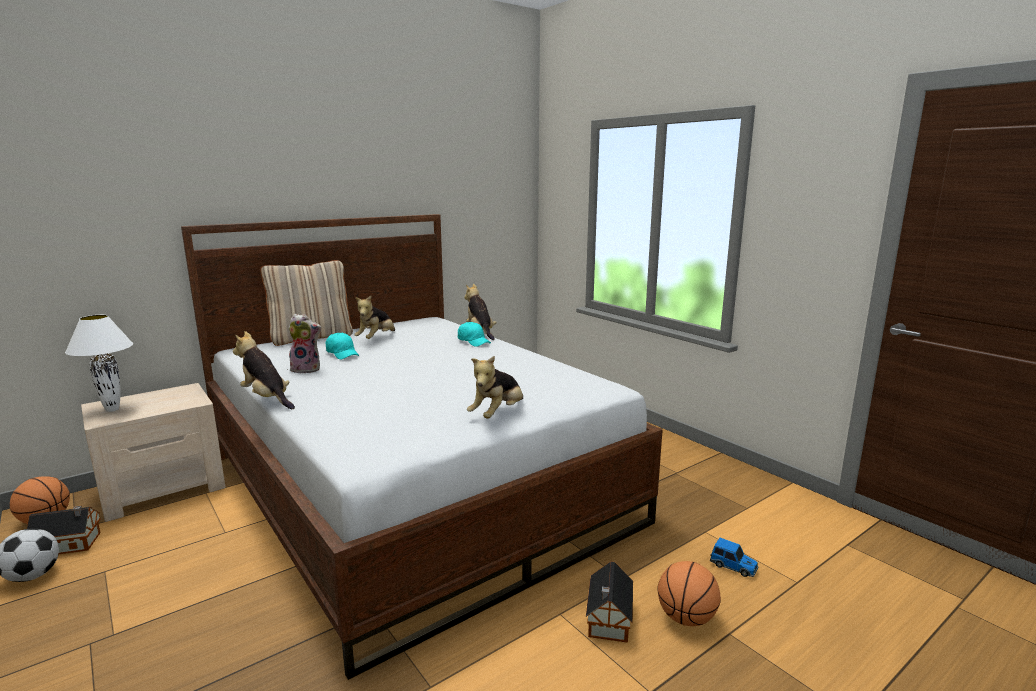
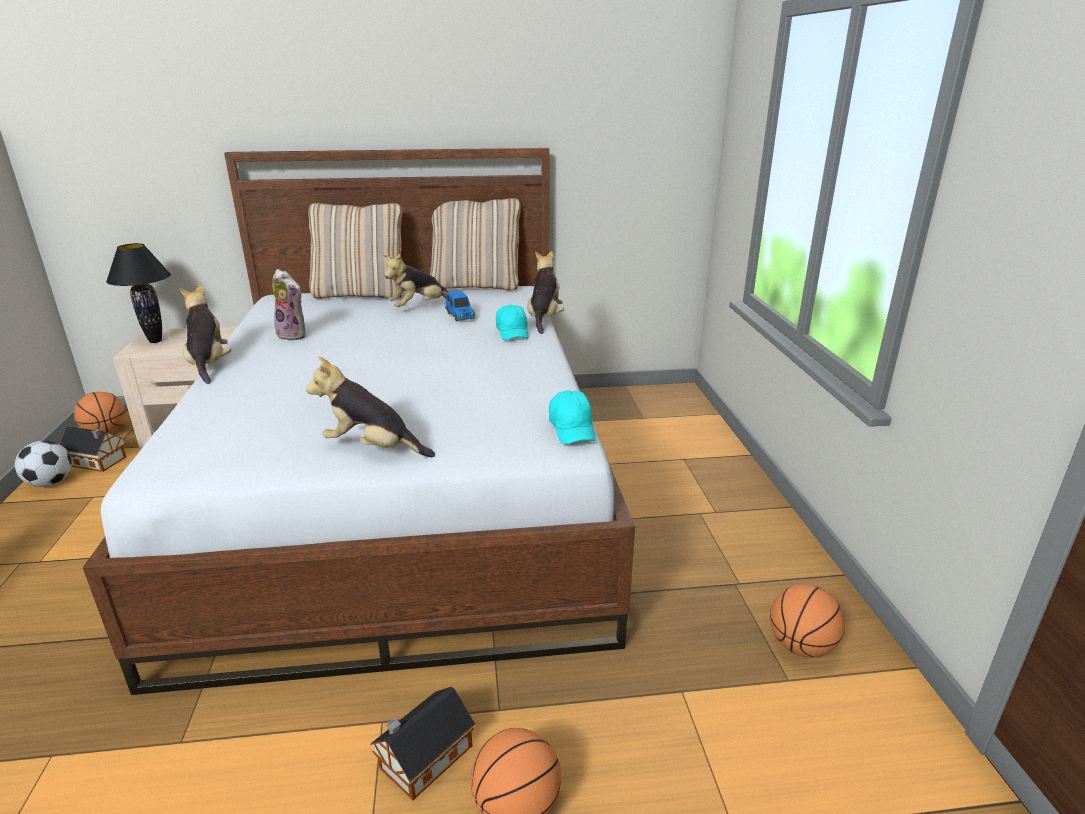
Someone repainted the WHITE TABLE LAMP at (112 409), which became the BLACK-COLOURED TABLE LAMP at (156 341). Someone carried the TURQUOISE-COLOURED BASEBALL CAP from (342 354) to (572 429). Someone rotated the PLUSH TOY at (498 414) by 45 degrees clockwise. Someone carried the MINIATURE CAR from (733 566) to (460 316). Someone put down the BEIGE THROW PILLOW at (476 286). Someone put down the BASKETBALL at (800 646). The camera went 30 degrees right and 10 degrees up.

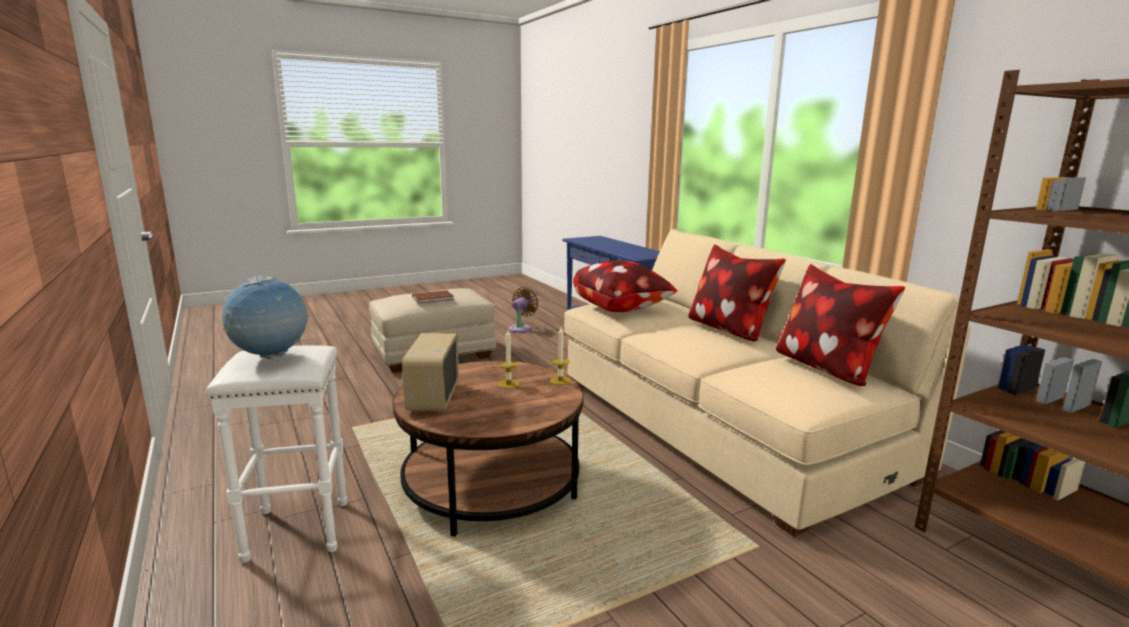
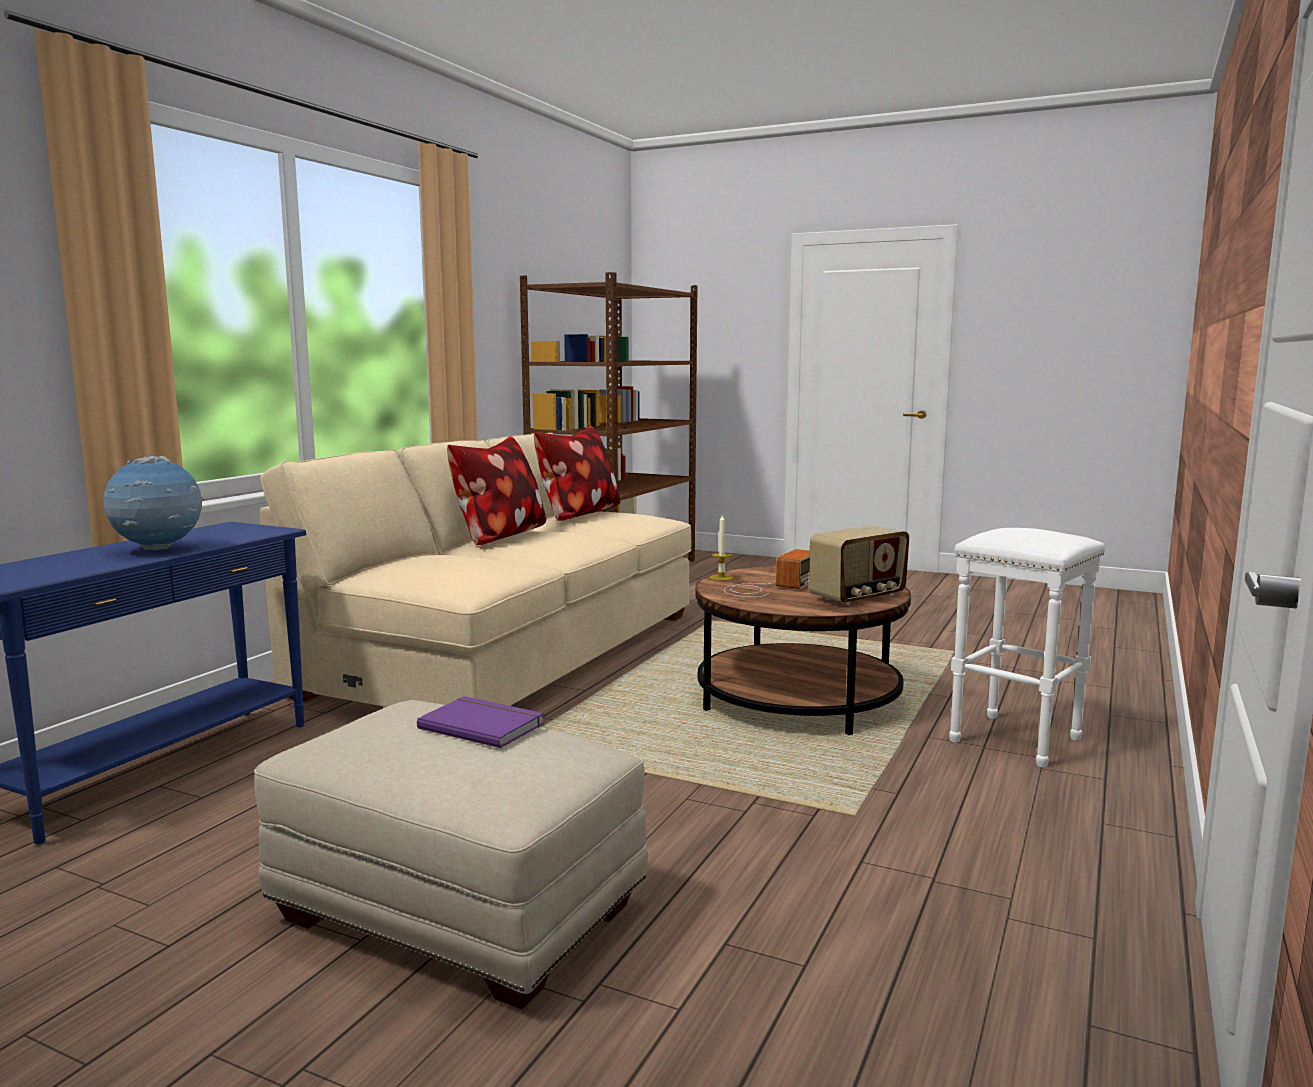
Someone carried the WORLD GLOBE from (271 357) to (158 550). Someone repainted the BROWN-COLOURED VOLUME at (433 298), which became the PURPLE-COLOURED VOLUME at (483 725). Someone swapped the WAX CANDLE at (508 384) for the RADIO RECEIVER at (769 587). Someone took away the BROWN-COLOURED FAN at (521 328). Someone took away the THROW PILLOW at (621 308). The camera went 125 degrees left and 5 degrees down.

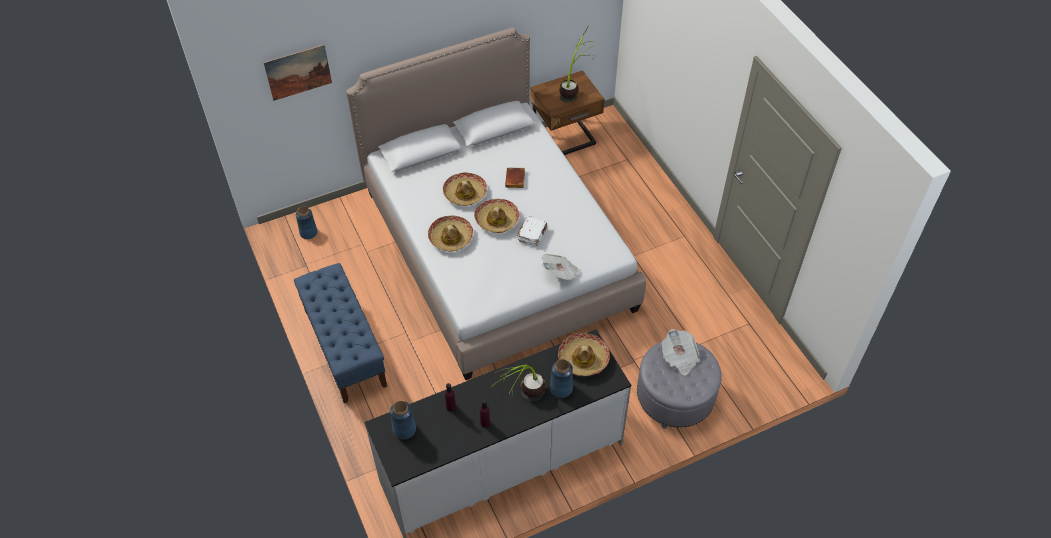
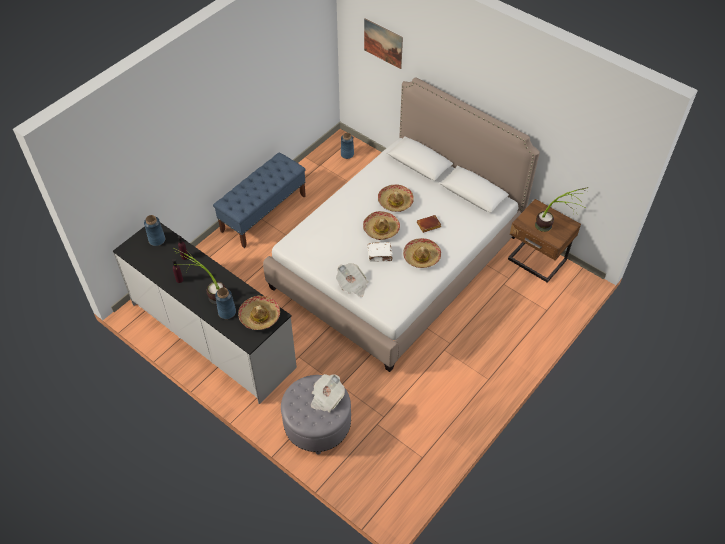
Someone carried the WEARABLE HAT from (451 237) to (421 257). The camera went 65 degrees right and 0 degrees up.

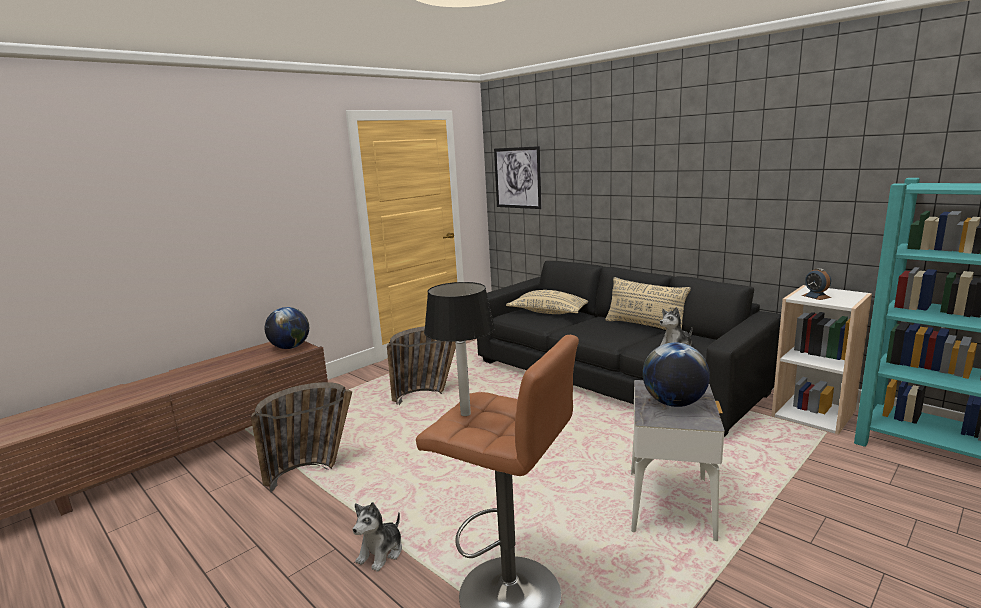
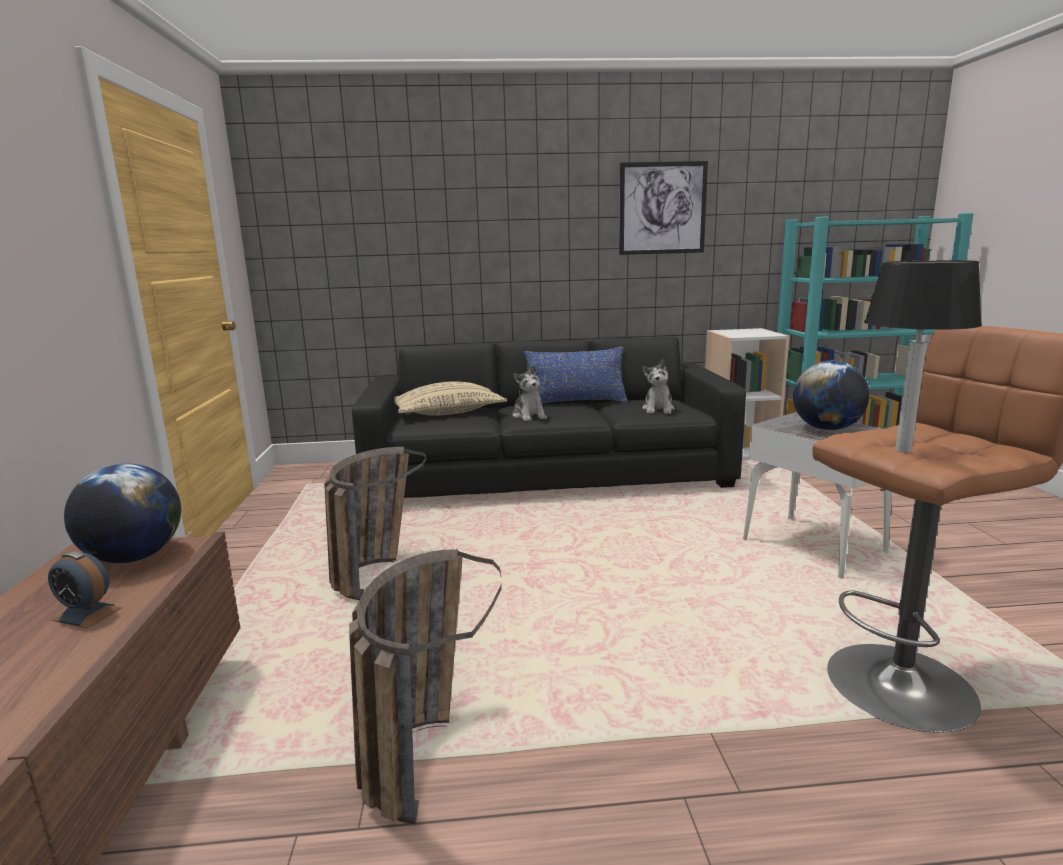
Someone carried the PLUSH TOY from (381 553) to (529 416). Someone carried the WALL PICTURE from (517 178) to (662 208). Someone repainted the BEIGE THROW PILLOW at (645 326), which became the BLUISH THROW PILLOW at (576 403). Someone carried the ALARM CLOCK from (816 296) to (87 614). The camera went 50 degrees left and 0 degrees up.

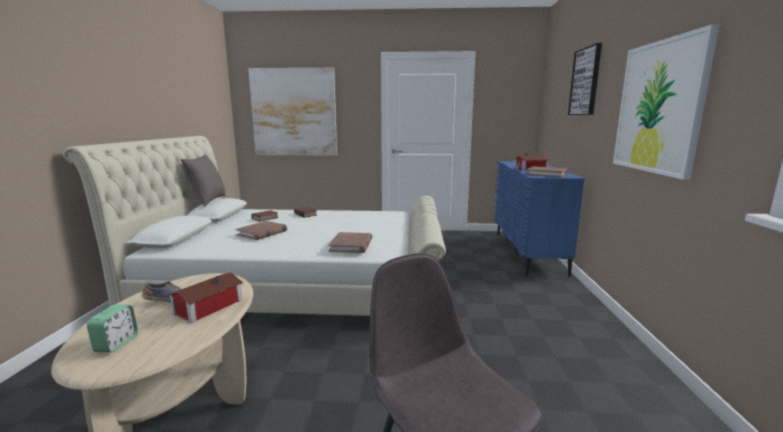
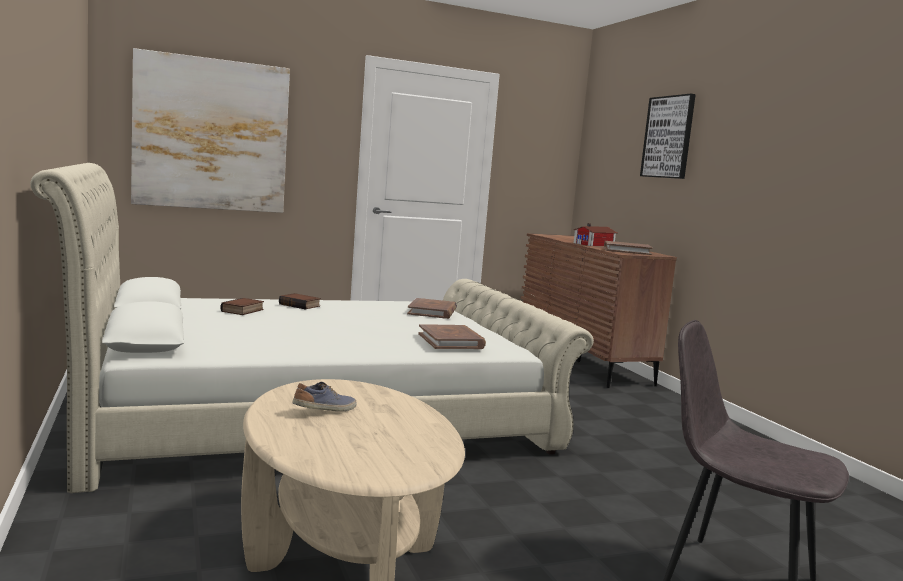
Someone took away the ALARM CLOCK at (116 344). Someone took away the MODEL HOUSE at (206 306). Someone took away the GRAY THROW PILLOW at (207 201). Someone carried the BROWN-COLOURED VOLUME from (262 233) to (432 312). Someone repainted the BLUISH DRAWER CHEST at (526 253), which became the BROWN-COLOURED DRAWER CHEST at (582 362). Someone took away the WALL PICTURE at (659 107). The camera went 25 degrees left and 5 degrees down.

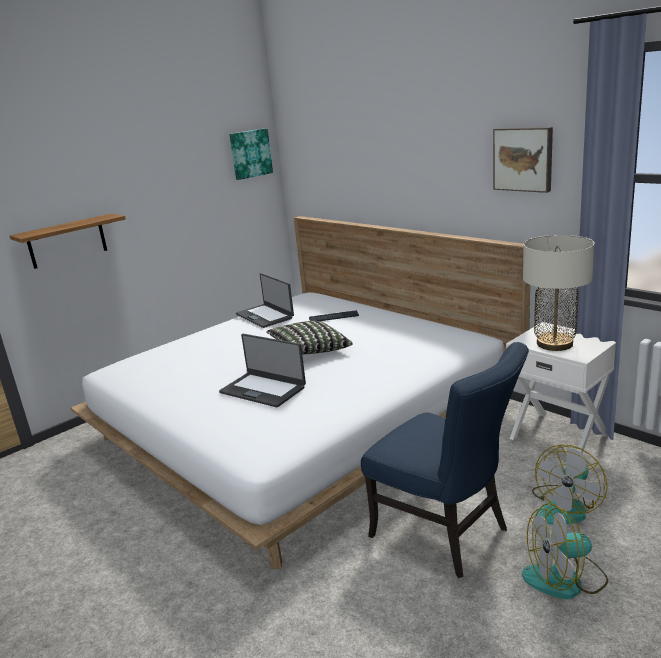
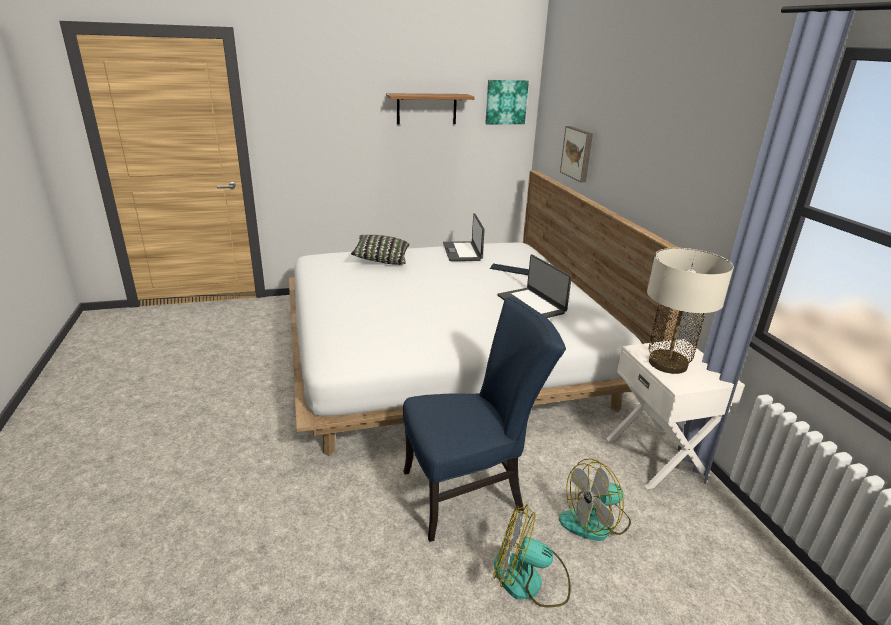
Someone carried the SHELF from (67 241) to (426 109). Someone carried the LAPTOP from (263 389) to (531 304). Someone carried the THROW PILLOW from (309 351) to (381 259). Someone rotated the BLUISH UPRIGHT CHAIR at (446 534) by 90 degrees counterclockwise. Someone carried the WALL PICTURE from (523 159) to (578 153). The camera went 25 degrees right and 5 degrees up.

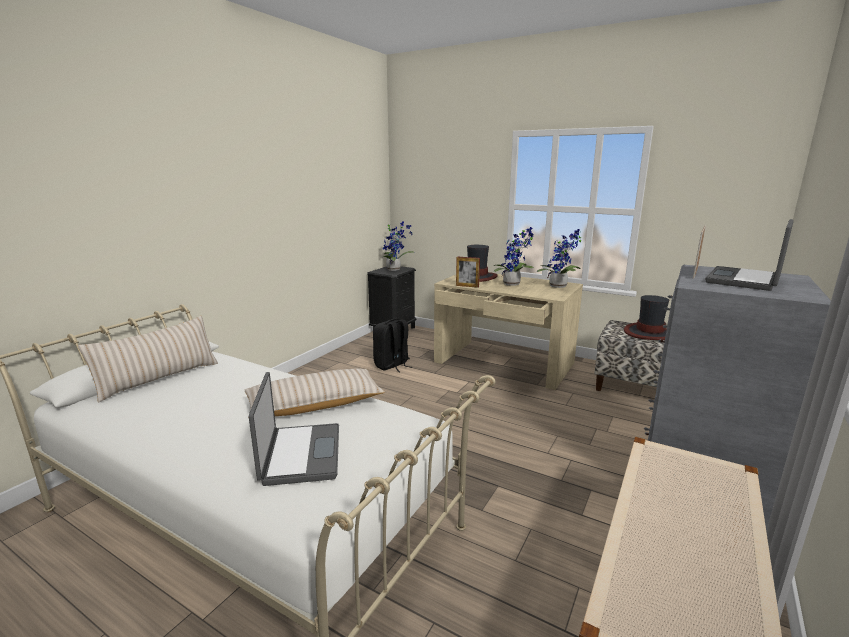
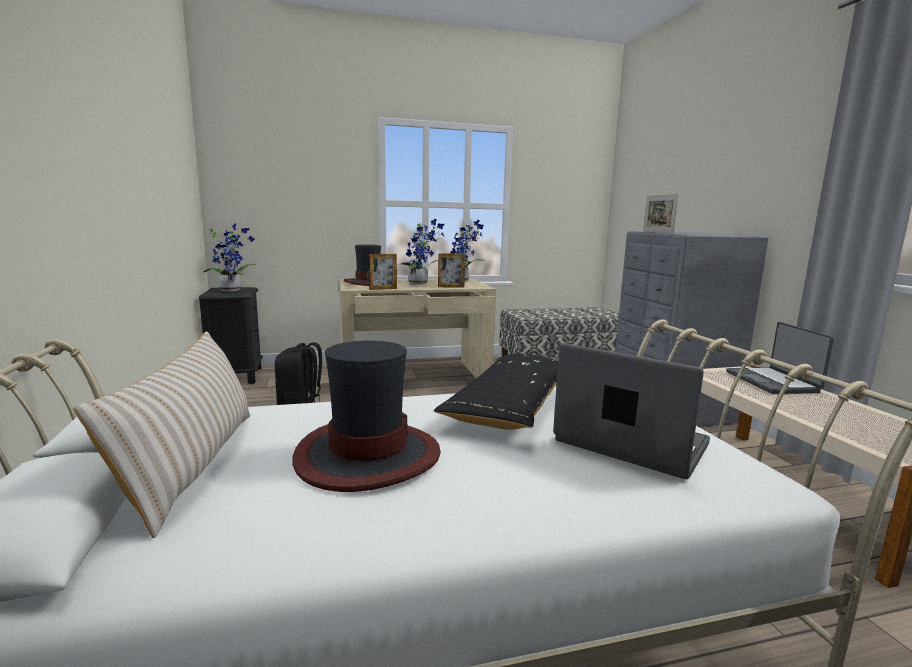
Someone repainted the BEIGE THROW PILLOW at (315 404), which became the BLACK-COLOURED THROW PILLOW at (510 407). Someone carried the WEARABLE HAT from (649 333) to (367 456). Someone carried the LAPTOP from (745 280) to (773 382). Someone put down the PHOTO FRAME at (451 287). The camera went 45 degrees left and 5 degrees down.

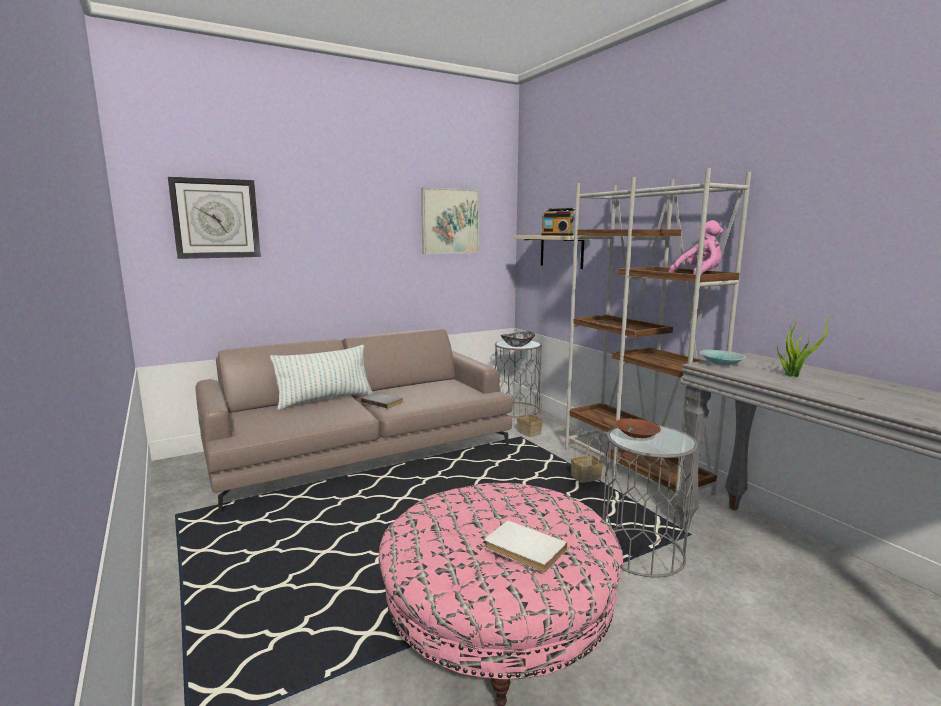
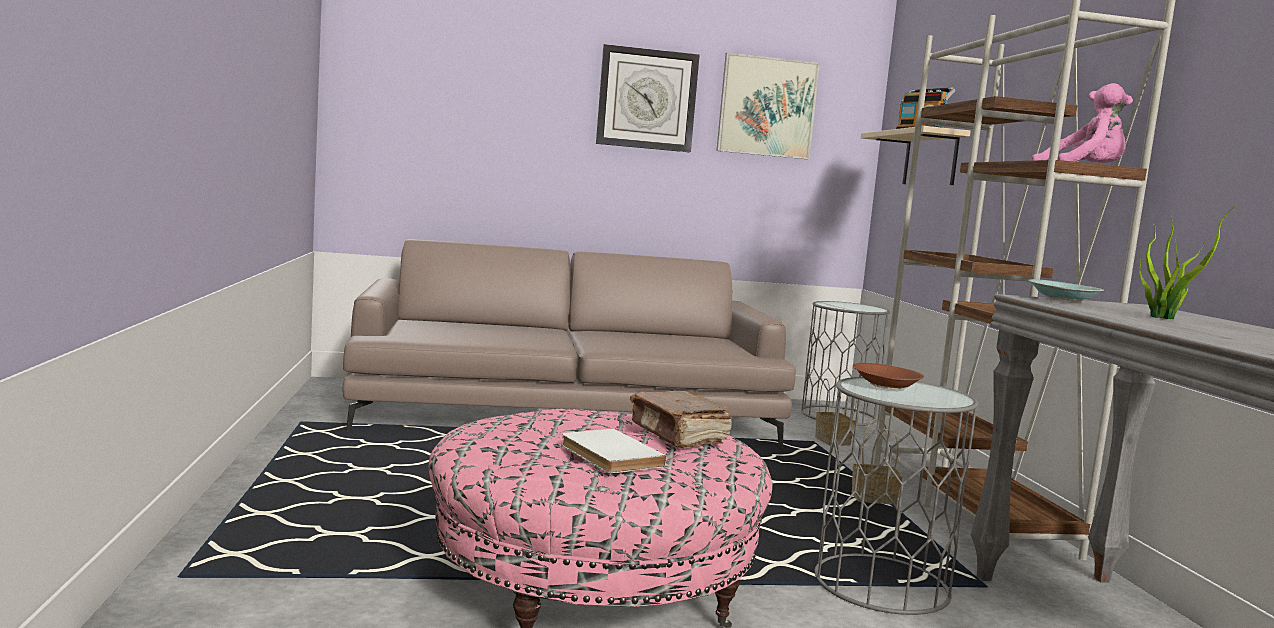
Someone carried the CLOCK ON THE WALL from (216 218) to (647 99). Someone took away the THROW PILLOW at (325 400). Someone took away the GRAY VOLUME at (383 401). Someone took away the SERVING BOWL at (517 345). Someone put down the BROWN-COLOURED VOLUME at (678 435). The camera went 20 degrees right and 5 degrees down.

